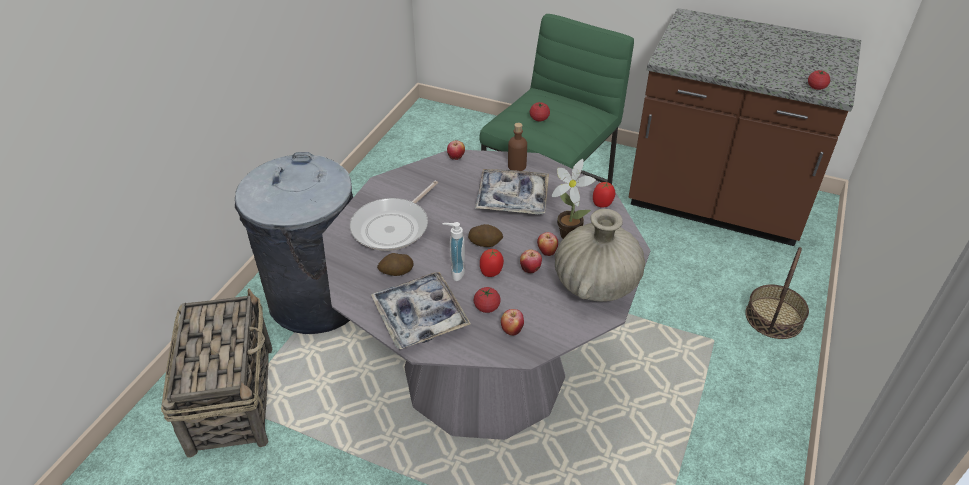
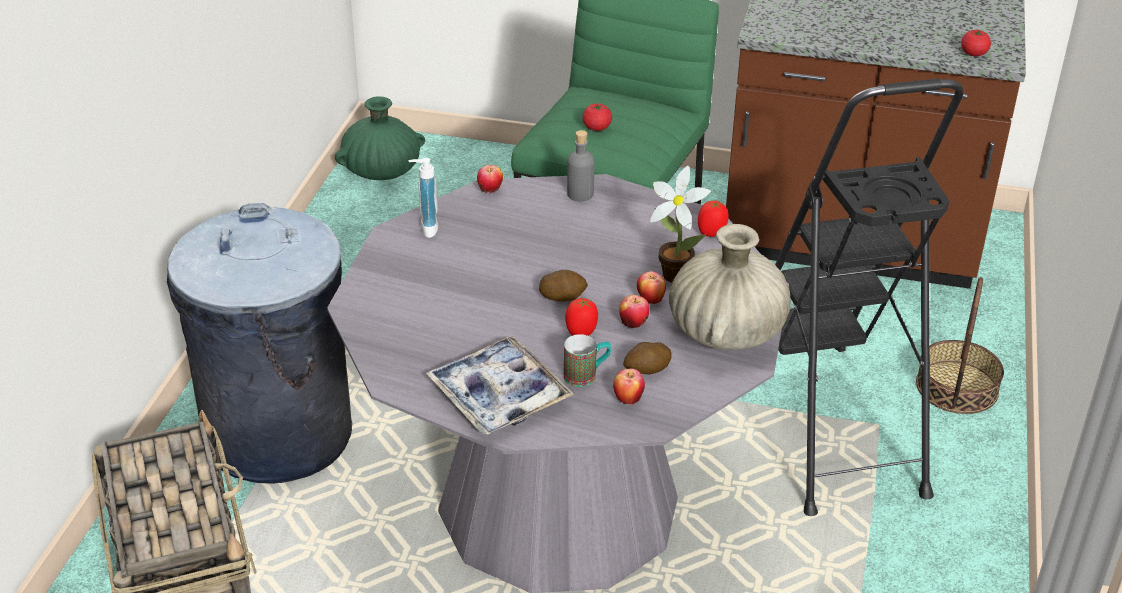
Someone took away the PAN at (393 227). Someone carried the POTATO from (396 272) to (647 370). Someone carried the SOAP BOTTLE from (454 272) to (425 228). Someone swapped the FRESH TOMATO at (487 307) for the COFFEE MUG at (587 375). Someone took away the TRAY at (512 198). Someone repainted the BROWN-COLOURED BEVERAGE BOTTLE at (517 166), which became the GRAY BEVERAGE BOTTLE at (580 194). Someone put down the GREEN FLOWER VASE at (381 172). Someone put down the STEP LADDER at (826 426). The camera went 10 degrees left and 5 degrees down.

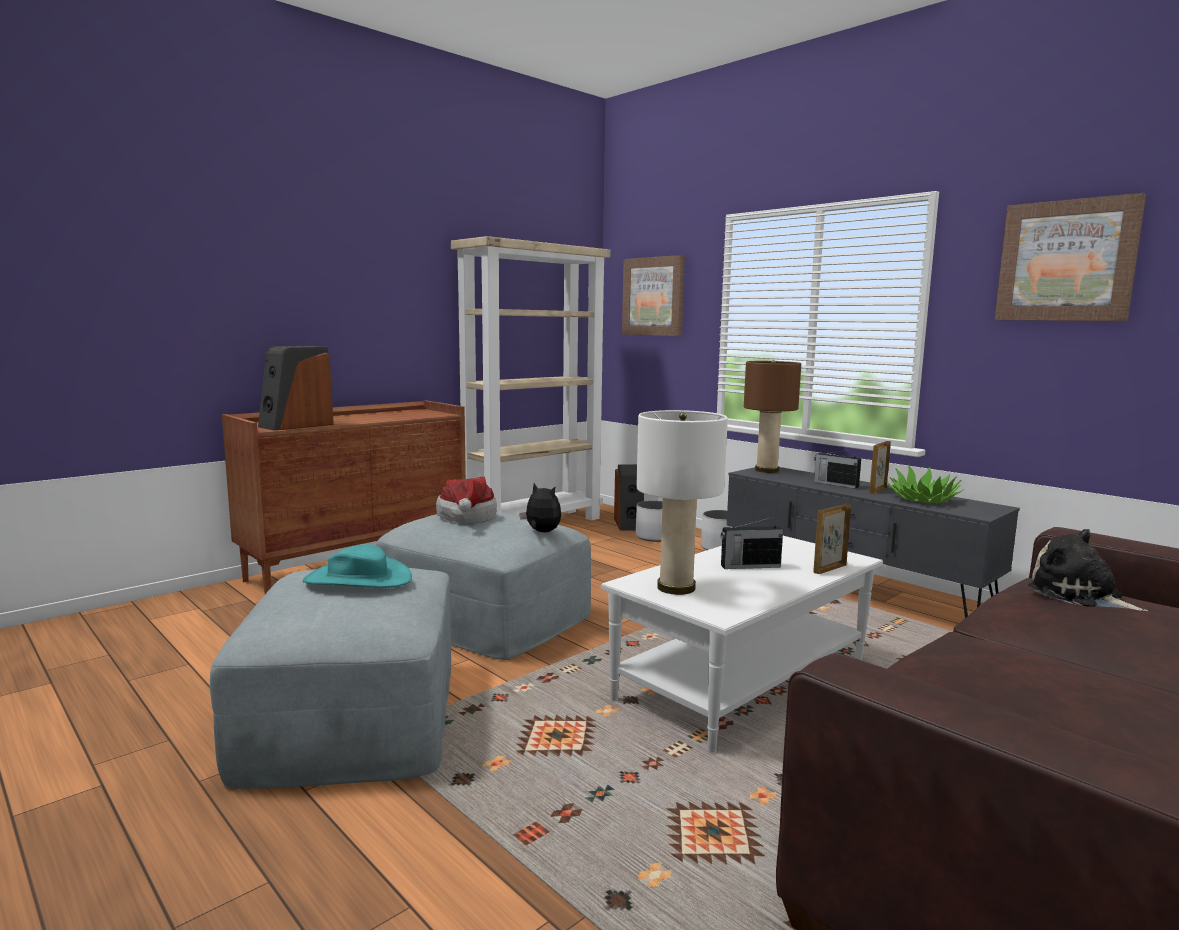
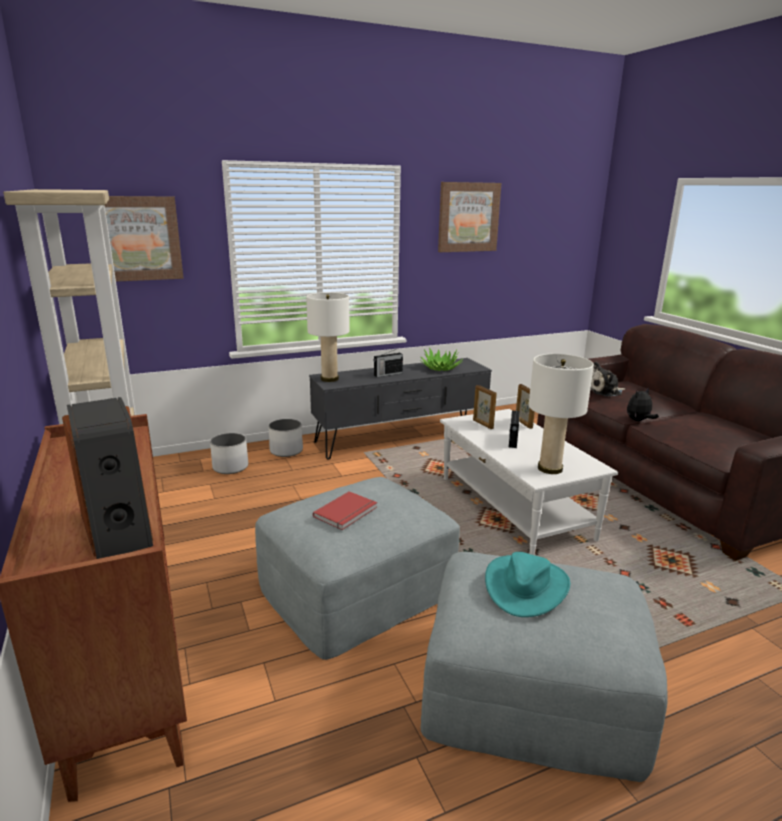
Someone swapped the WEARABLE HAT at (467 518) for the RED VOLUME at (347 512). Someone carried the PLUSH TOY from (541 532) to (638 421). Someone took away the SPEAKER at (629 524). Someone repainted the BROWN-COLOURED TABLE LAMP at (767 470), which became the WHITE TABLE LAMP at (330 379). Someone carried the PHOTO FRAME from (877 490) to (482 424). The camera went 70 degrees left and 10 degrees up.

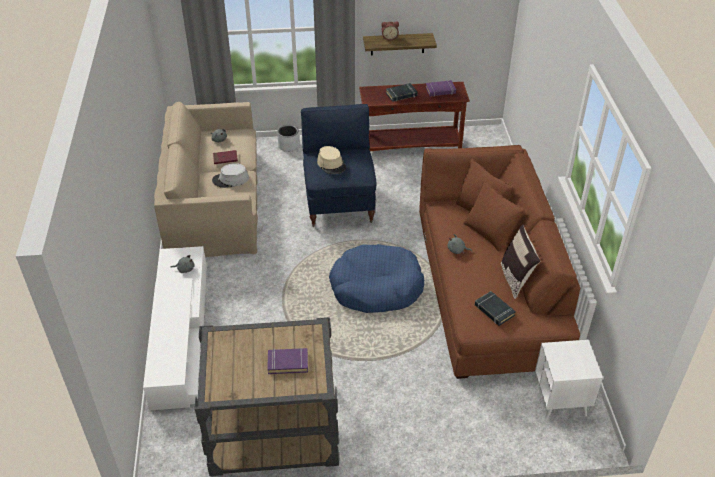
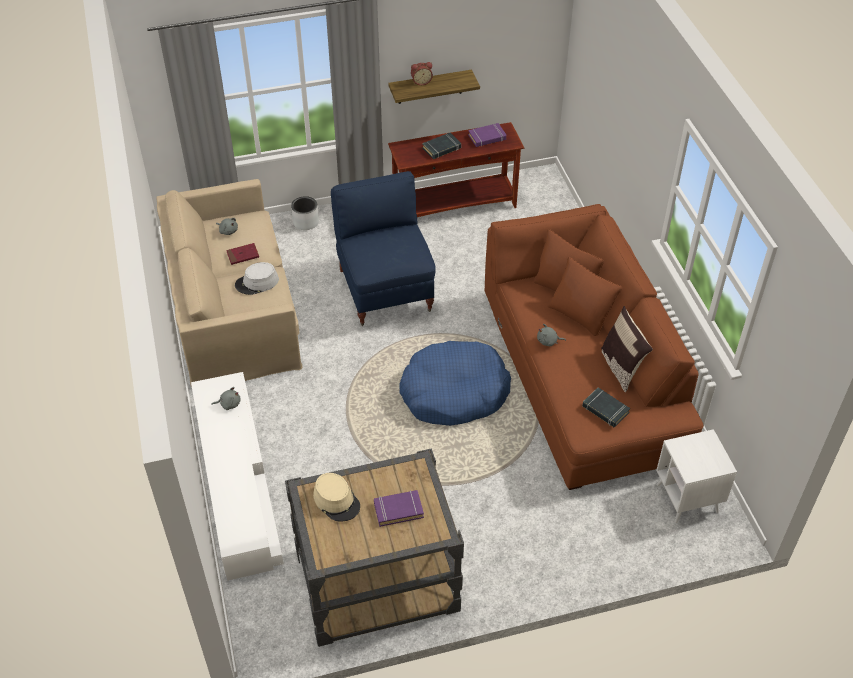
Someone carried the BEIGE WEARABLE HAT from (331 164) to (336 501). The camera went 10 degrees left and 5 degrees up.

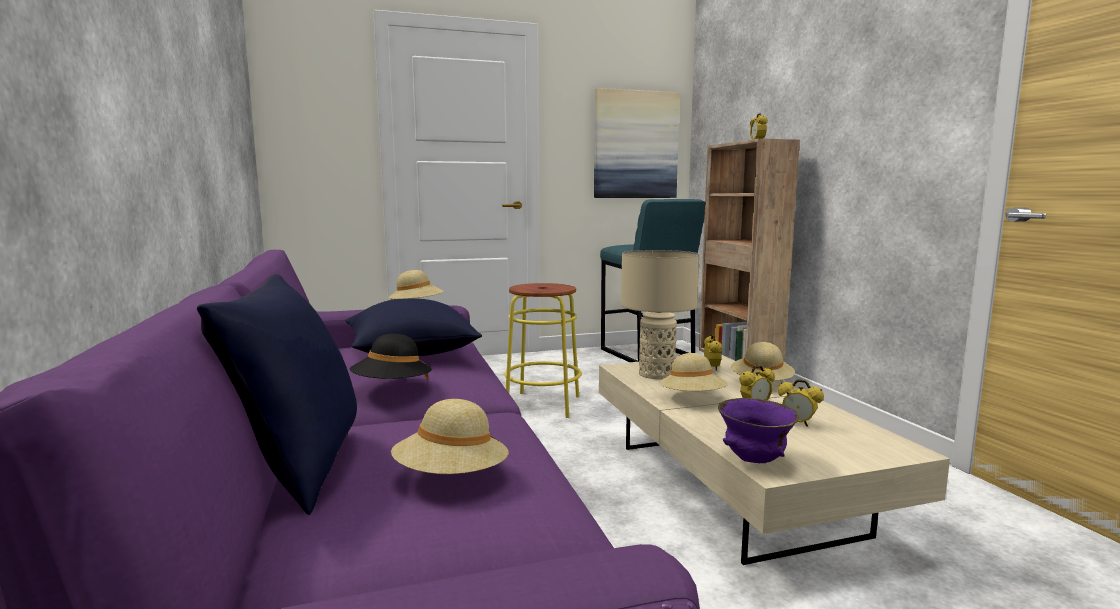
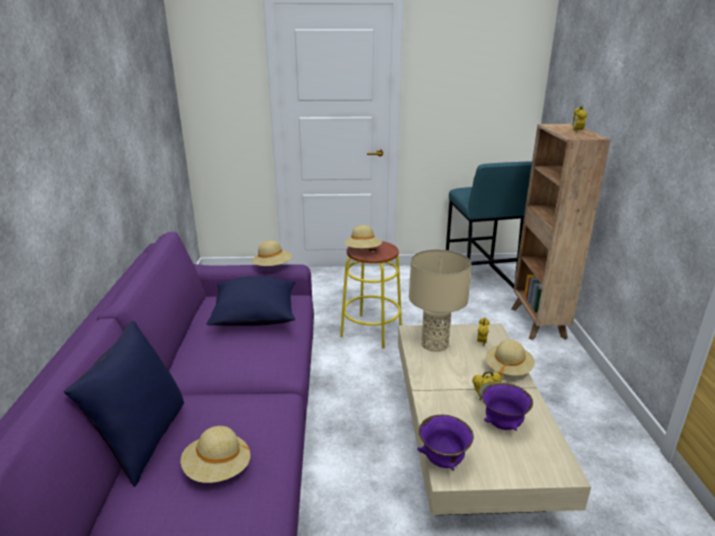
Someone took away the BLACK-COLOURED WEARABLE HAT at (392 388). Someone took away the WALL PICTURE at (635 145). Someone carried the BEIGE WEARABLE HAT from (692 399) to (363 251). Someone swapped the ALARM CLOCK at (798 423) for the PURPLE-COLOURED SERVING BOWL at (503 424). The camera went 15 degrees right and 15 degrees up.

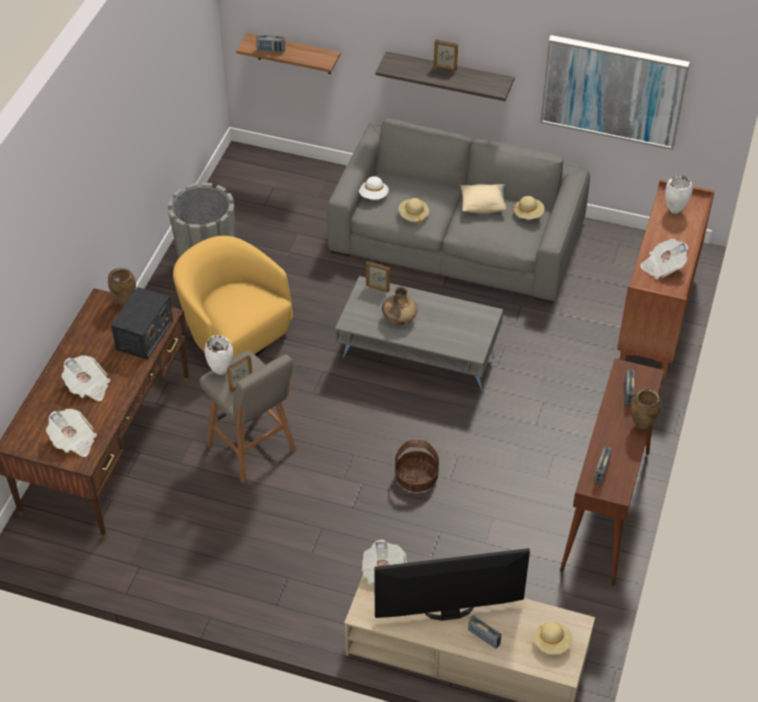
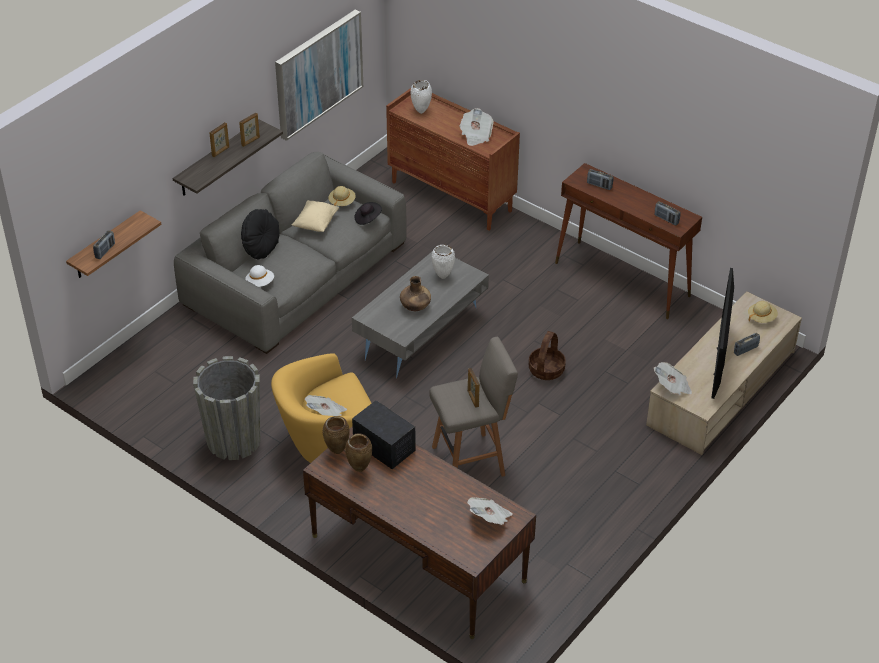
Someone carried the PRINTED PAPER from (88 387) to (326 413). Someone carried the WHITE FLOWER VASE from (221 372) to (443 276). Someone carried the PHOTO FRAME from (377 288) to (251 141). Someone took away the BEIGE WEARABLE HAT at (413 215). Someone carried the BROWN-COLOURED FLOWER VASE from (641 426) to (359 469). Someone put down the BLACK-COLOURED THROW PILLOW at (261 250). Someone put down the BLACK-COLOURED WEARABLE HAT at (367 218). The camera went 70 degrees left and 5 degrees down.

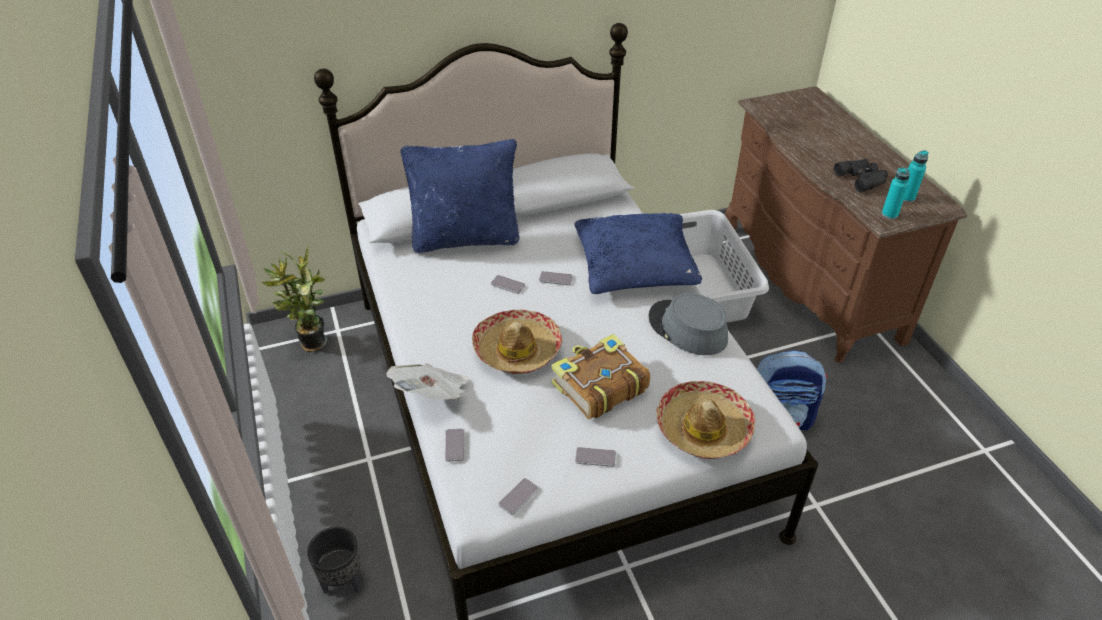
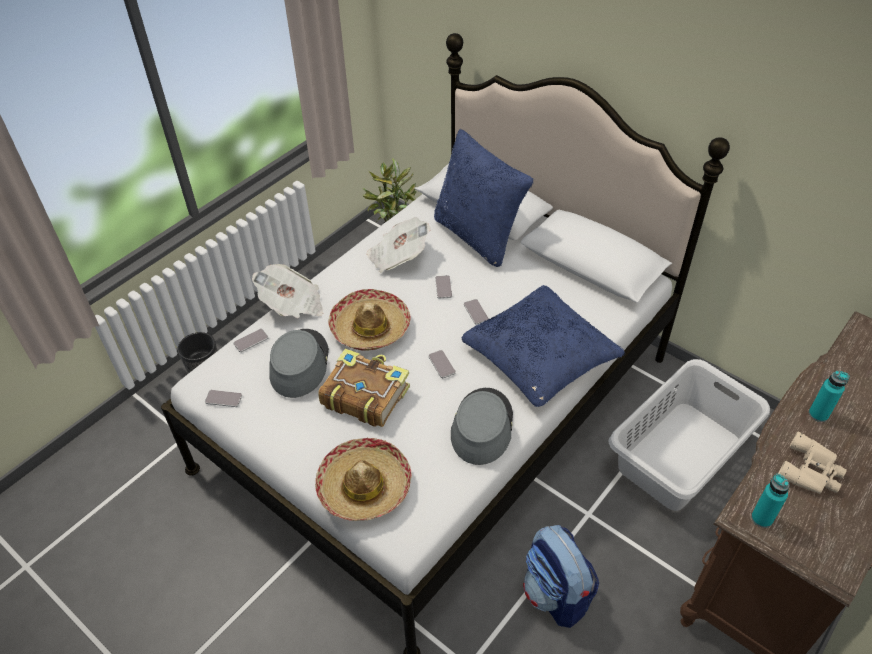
Someone carried the TELEPHONE from (595 457) to (441 364). Someone repainted the BLACK-COLOURED BINOCULARS at (863 178), which became the BEIGE BINOCULARS at (811 471). Someone carried the TURQUOISE-COLOURED BEVERAGE BOTTLE from (907 197) to (818 414). Someone put down the GRAY WEARABLE HAT at (299 364). Someone put down the PRINTED PAPER at (398 257). The camera went 60 degrees right and 5 degrees up.

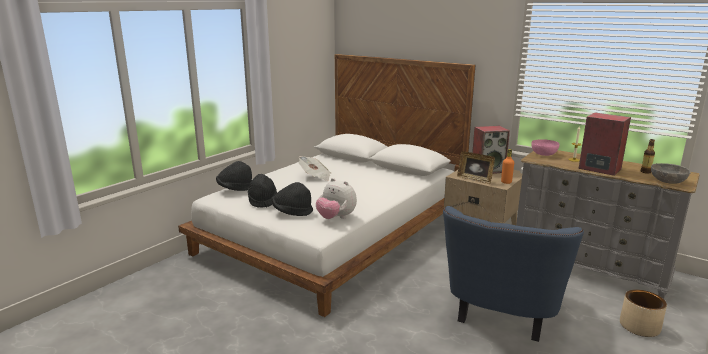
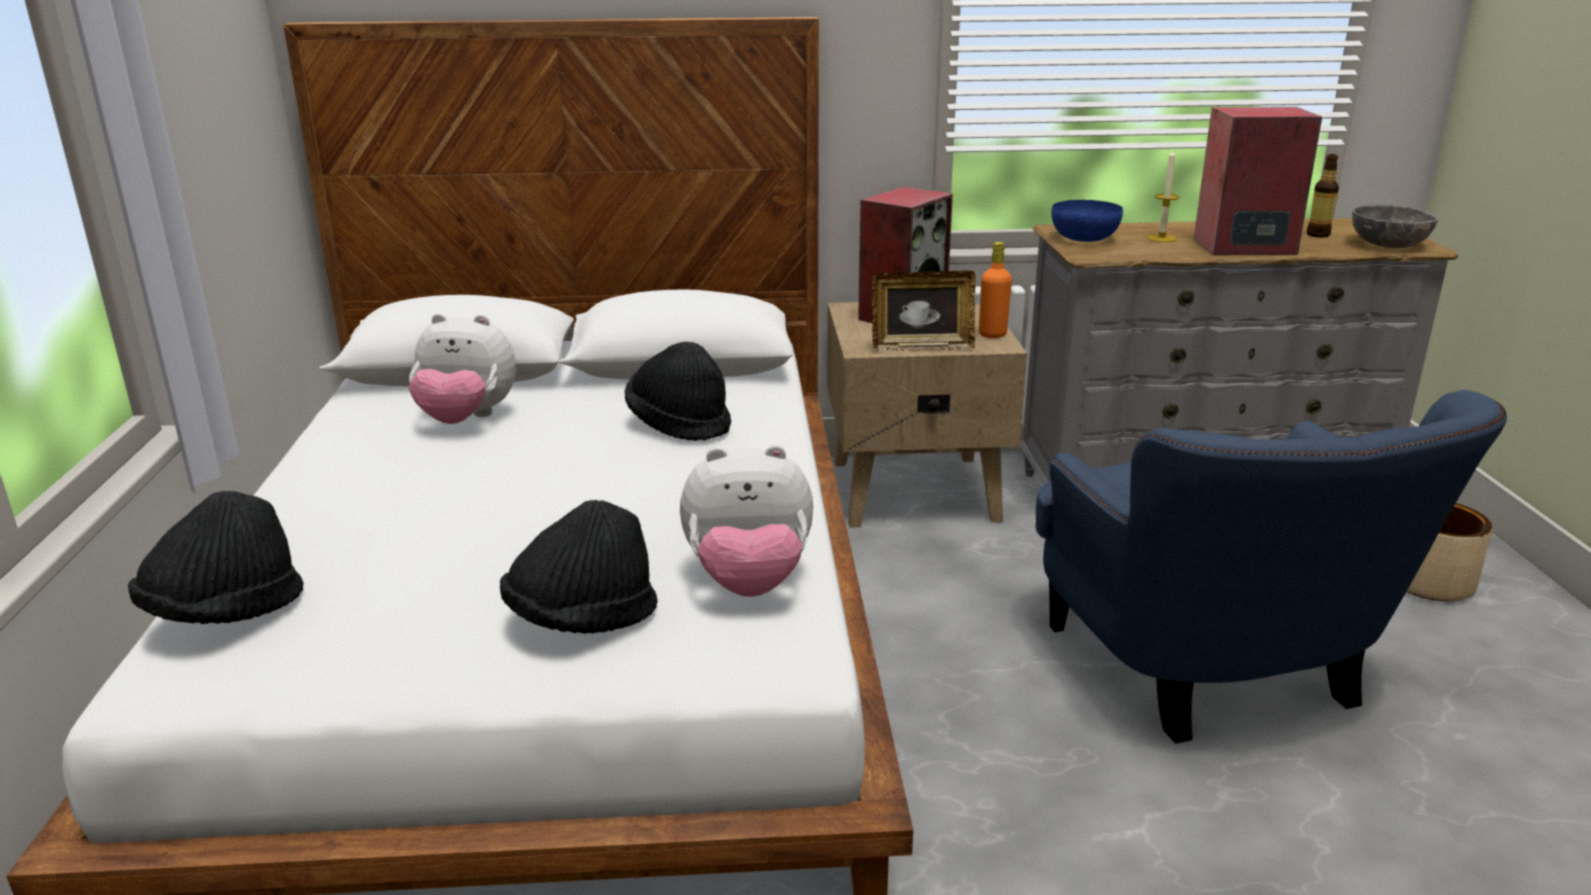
Someone carried the BLACK-COLOURED WEARABLE HAT from (262 201) to (679 424). Someone took away the PRINTED PAPER at (315 177). Someone repainted the PINK-COLOURED SERVING BOWL at (544 154), which became the BLUISH SERVING BOWL at (1084 238). Someone put down the PLUSH TOY at (466 419). The camera went 40 degrees left and 5 degrees up.

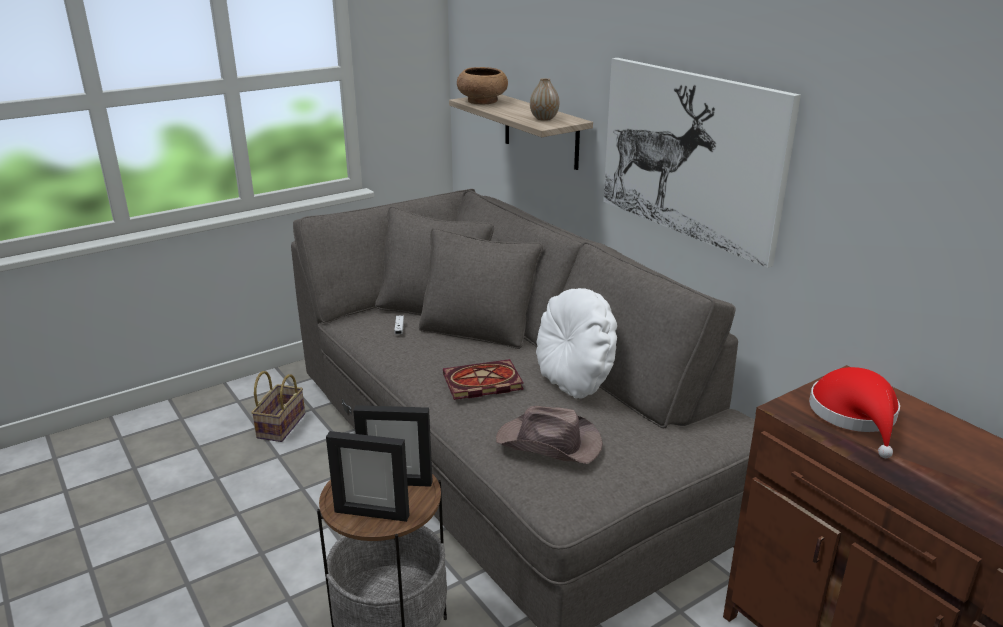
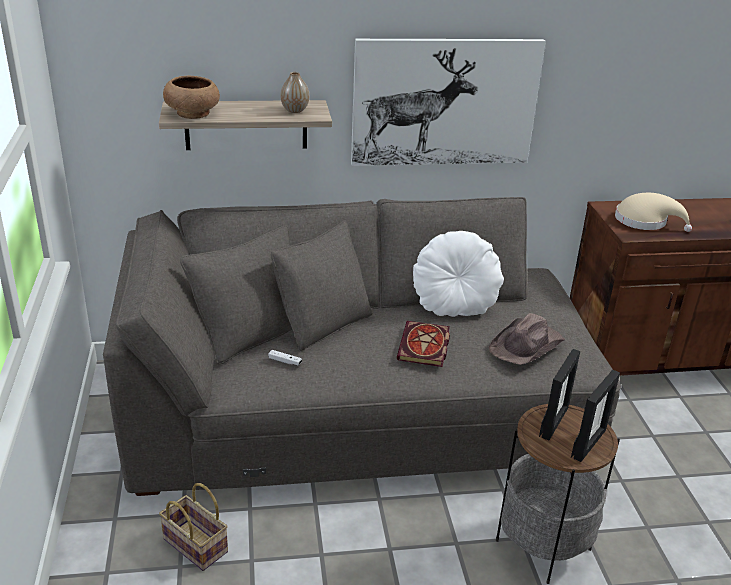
Someone repainted the RED WEARABLE HAT at (855 416), which became the BEIGE WEARABLE HAT at (645 221). The camera went 65 degrees left and 5 degrees up.

